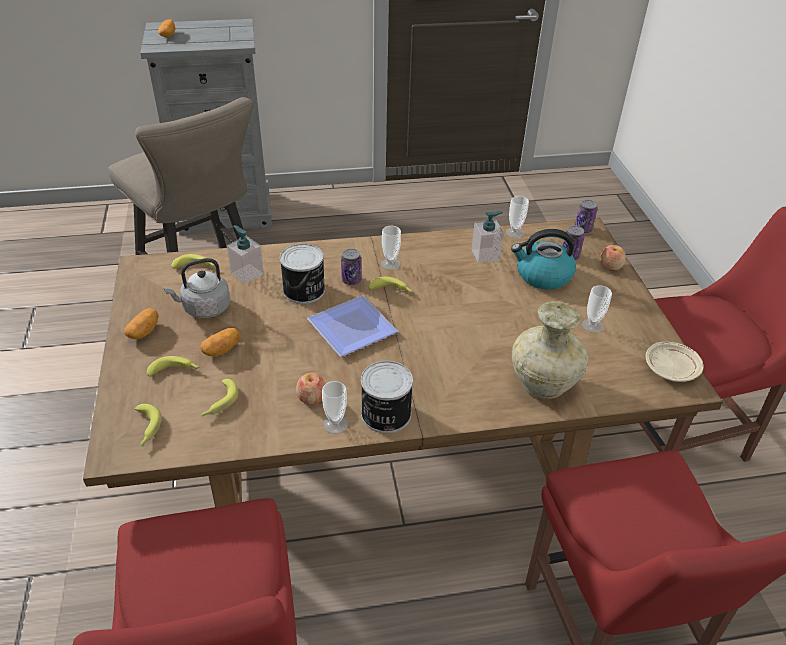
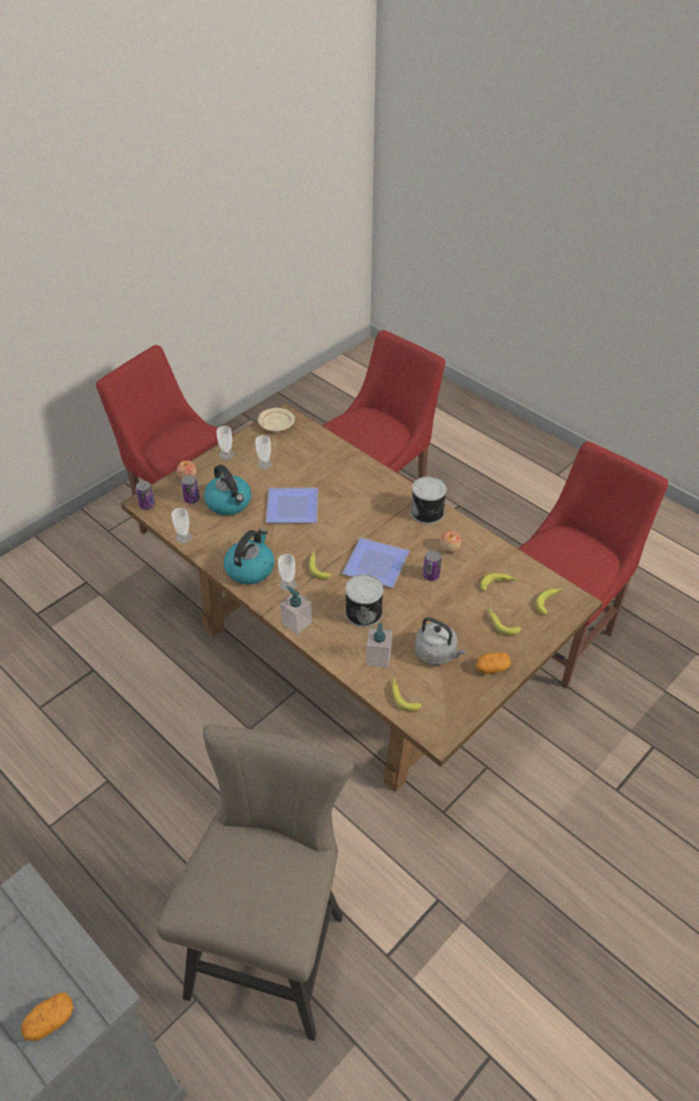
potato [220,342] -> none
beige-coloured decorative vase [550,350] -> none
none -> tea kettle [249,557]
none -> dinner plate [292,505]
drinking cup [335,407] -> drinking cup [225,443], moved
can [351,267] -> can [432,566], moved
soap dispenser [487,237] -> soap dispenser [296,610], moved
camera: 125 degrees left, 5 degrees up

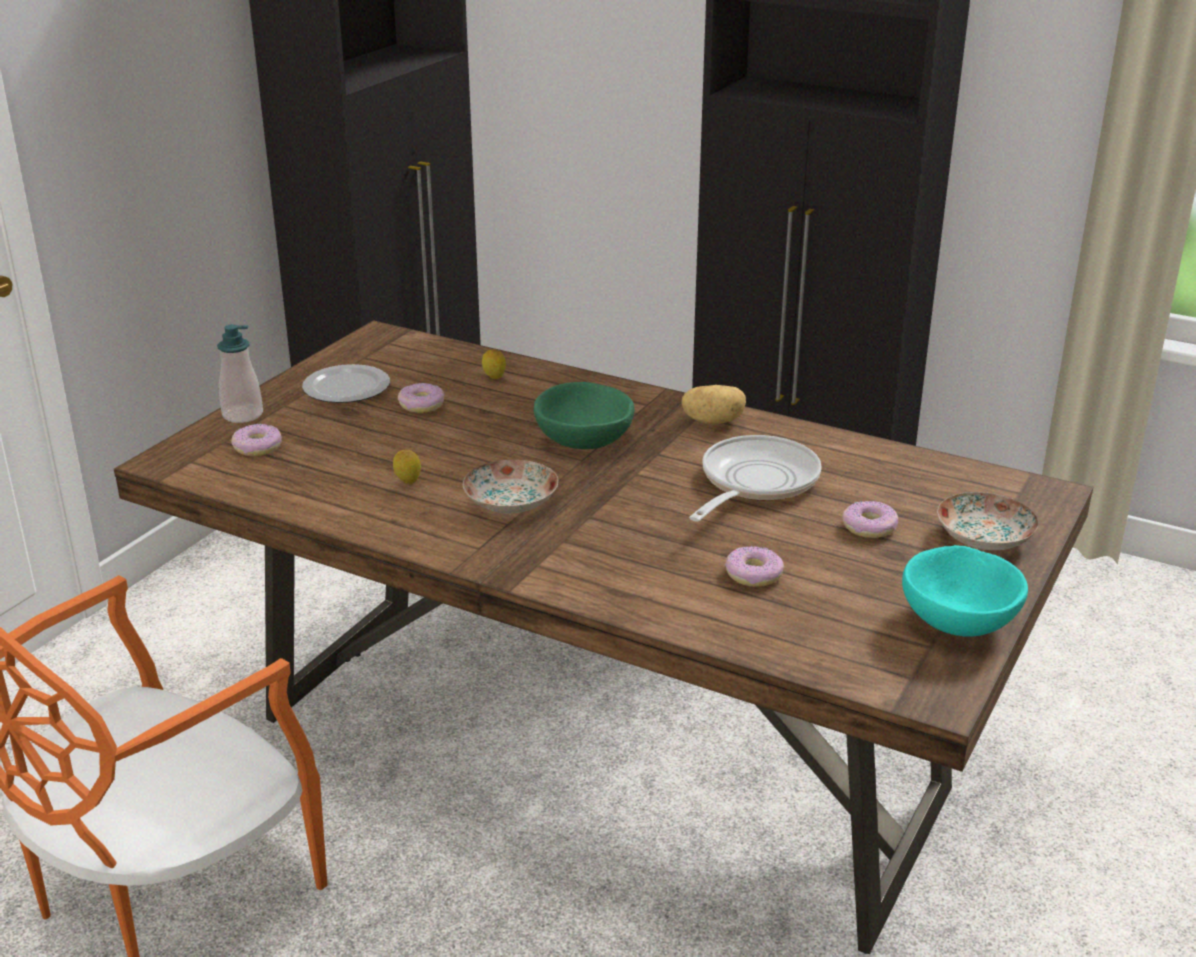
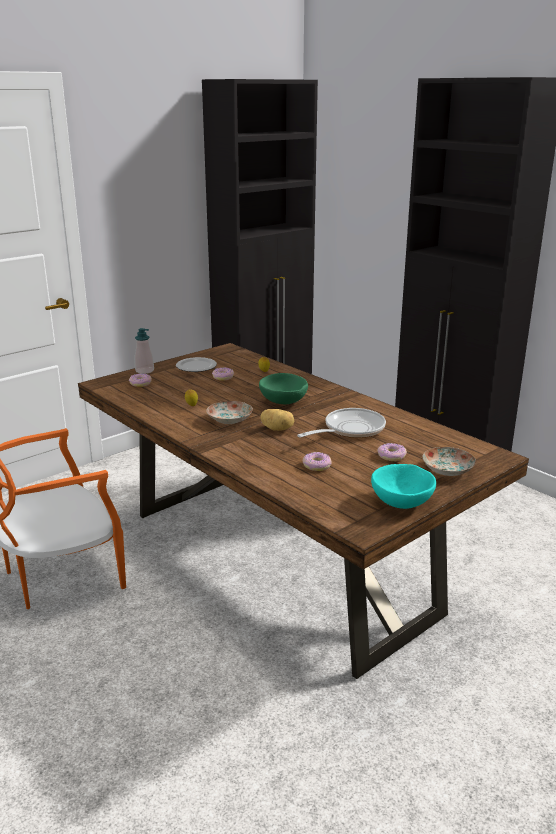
potato [713,405] -> potato [277,420], moved
camera: 20 degrees right, 5 degrees down

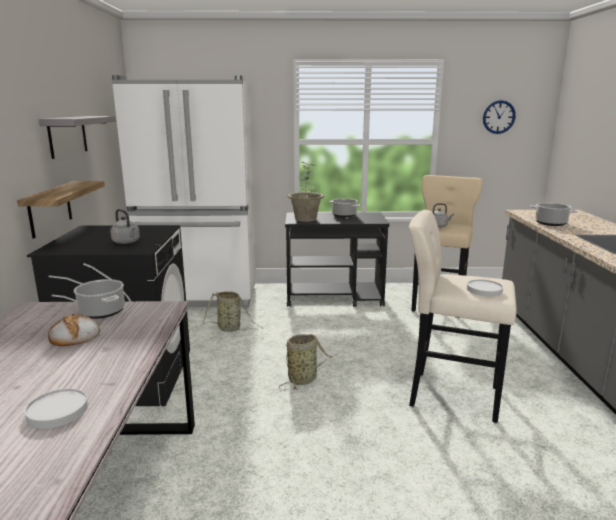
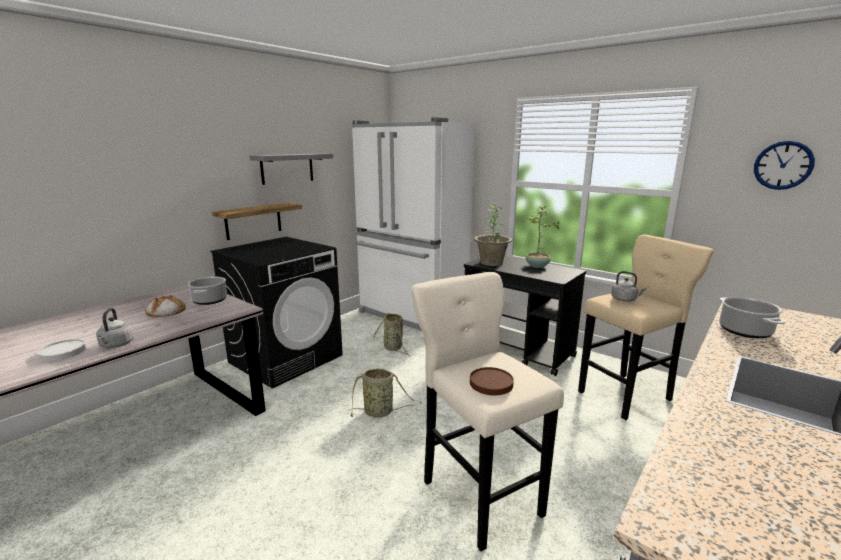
grey tea kettle [125,226] -> grey tea kettle [115,328], moved
saucepot [345,207] -> houseplant [542,236]
whitish dinner plate [485,287] -> brownish dinner plate [492,381]
camera: 40 degrees right, 0 degrees up

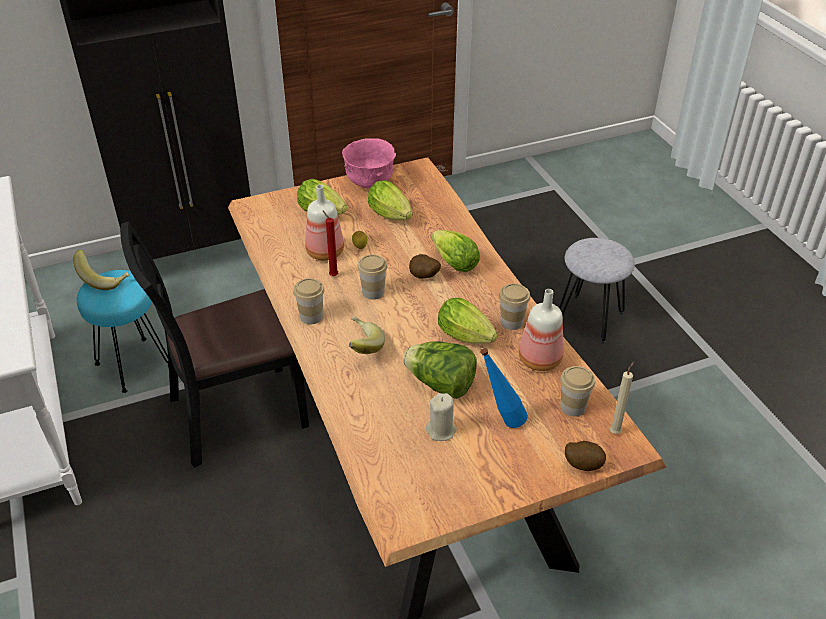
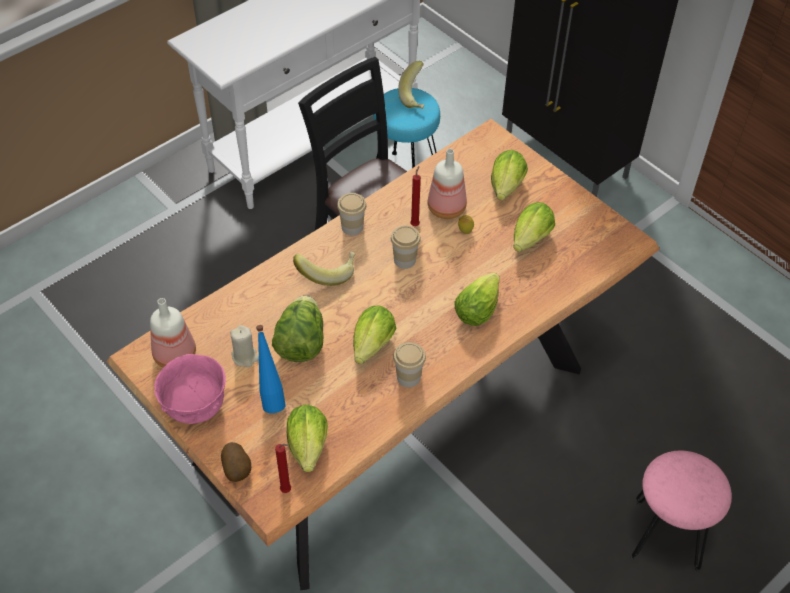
potato [425,266] -> none
pink-coloured bowl [369,163] -> pink-coloured bowl [190,389], moved
drink bottle [541,330] -> drink bottle [173,333], moved
drinking cup [577,391] -> head of lettuce [307,438]
grey sitting stool [597,291] -> pink-coloured sitting stool [681,511]
beige-coloured wax light [622,398] -> red wax light [283,468]
camera: 70 degrees right, 10 degrees up

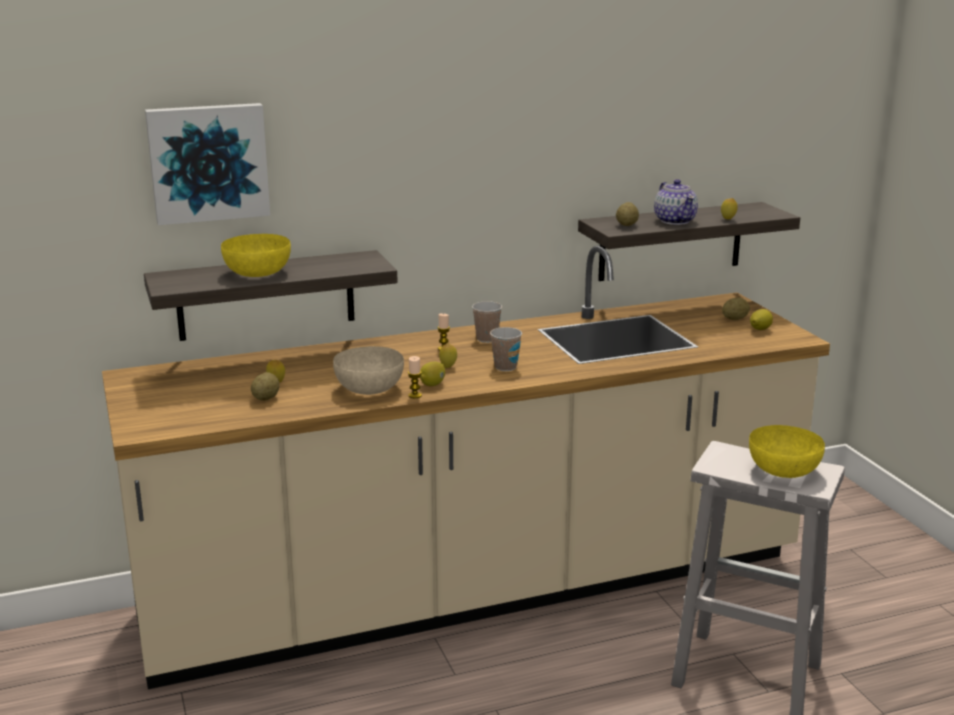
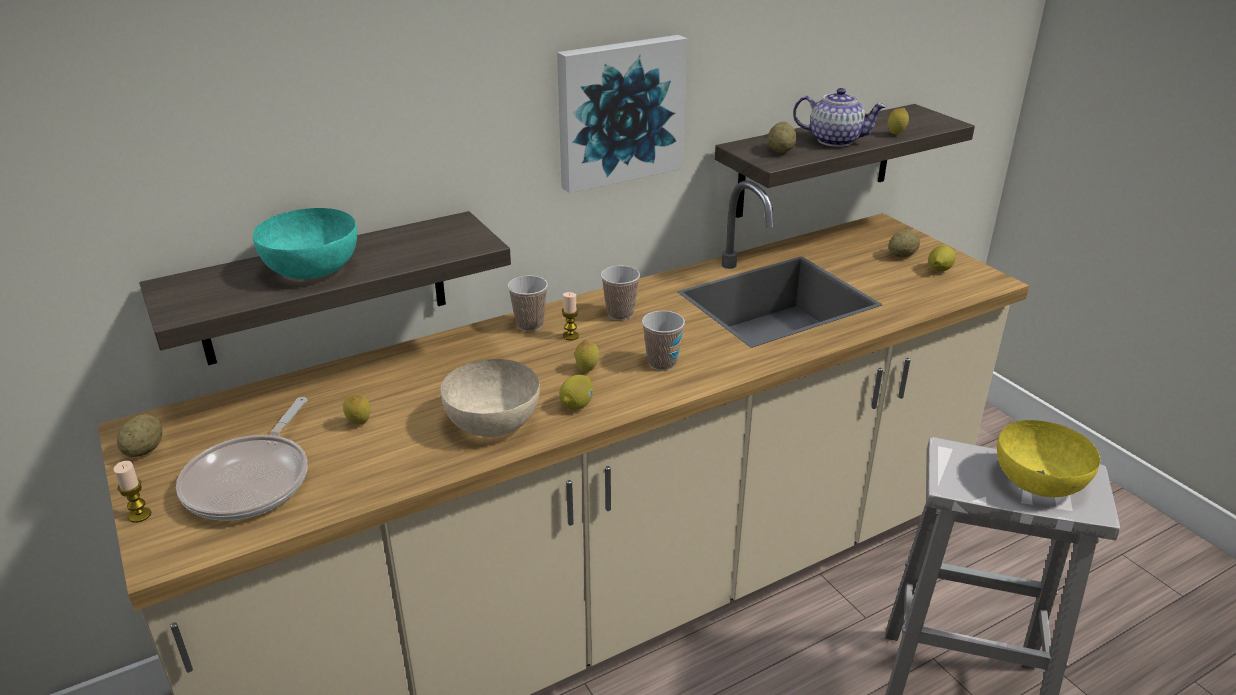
none -> pan [241,459]
none -> drinking cup [527,303]
wall art [207,164] -> wall art [622,114], moved
potato [265,386] -> potato [140,435], moved
wax light [415,377] -> wax light [132,492], moved
yellow bowl [256,255] -> turquoise-coloured bowl [305,243]
tea pot [676,202] -> tea pot [840,117], 45 degrees counterclockwise
camera: 10 degrees left, 10 degrees up

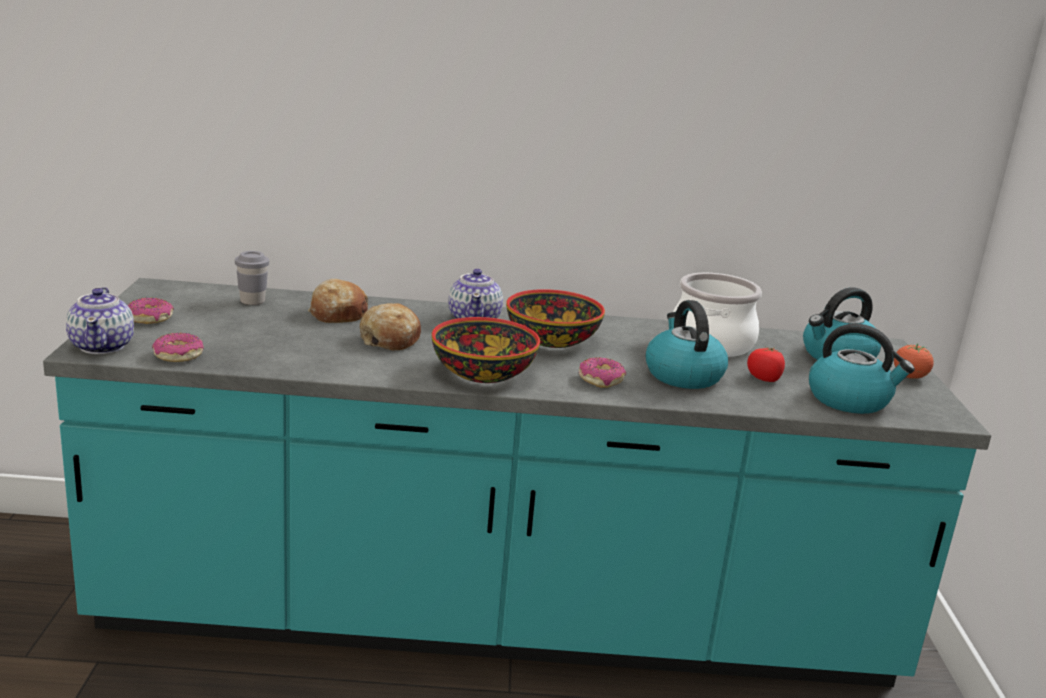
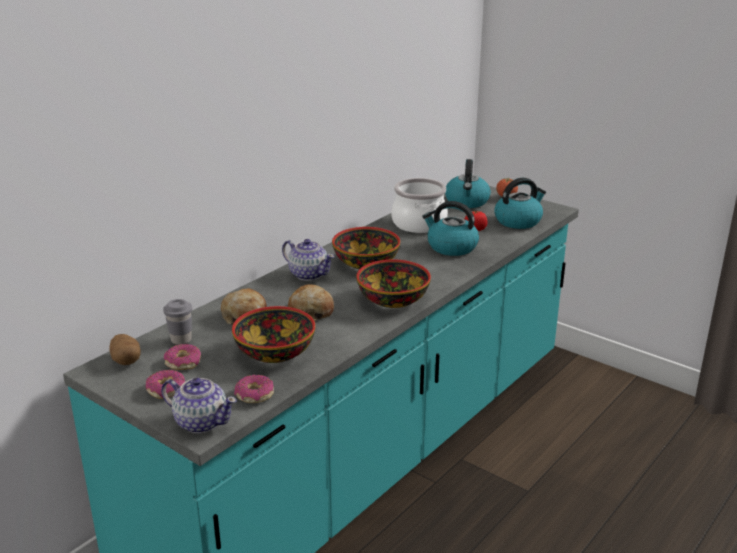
none -> potato [125,349]
none -> bowl [273,334]
donut [602,372] -> donut [182,357], moved
camera: 50 degrees left, 5 degrees up

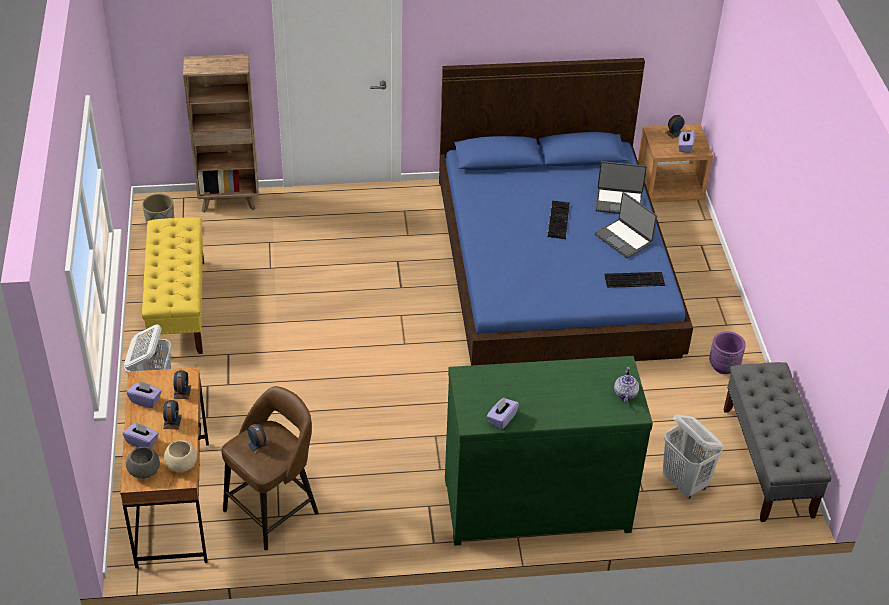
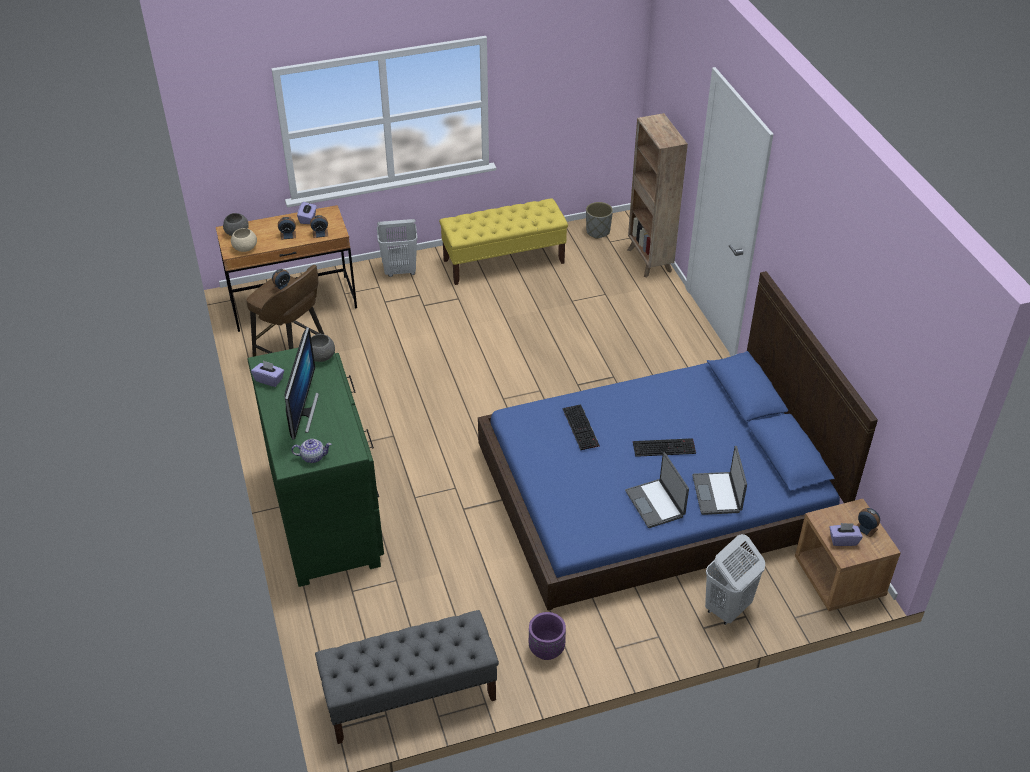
purple tissue holder [141,435] -> none
none -> computer screen [302,383]
none -> grey bowl [323,348]
PC keyboard [634,280] -> PC keyboard [581,427], moved
whitish laundry basket [693,456] -> whitish laundry basket [735,579], moved
notebook computer [625,225] -> notebook computer [657,490], 60 degrees counterclockwise
camera: 80 degrees right, 0 degrees up

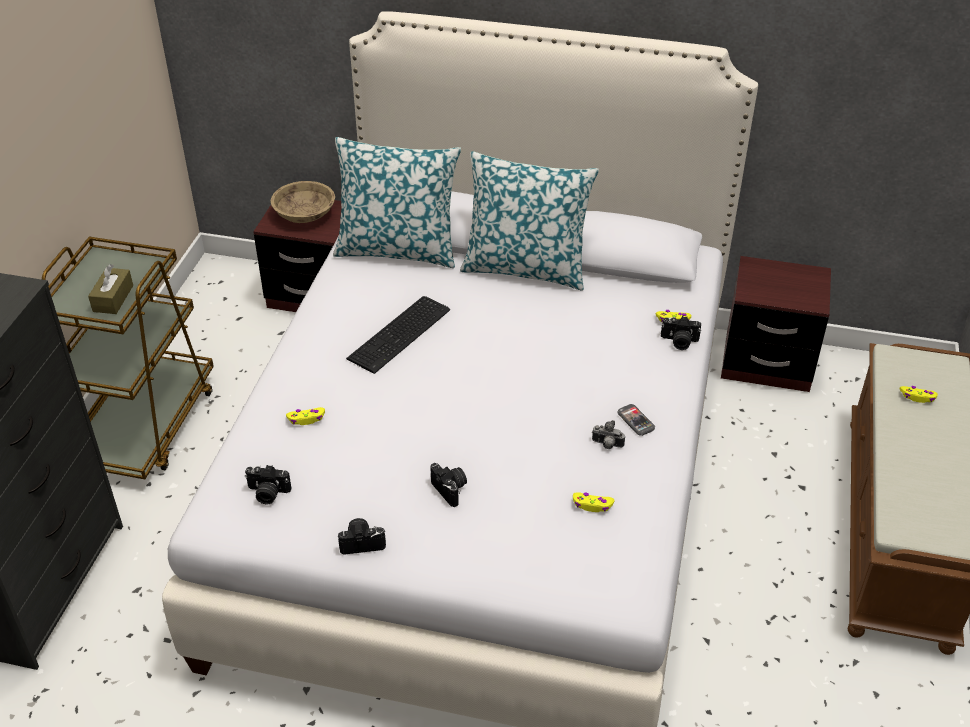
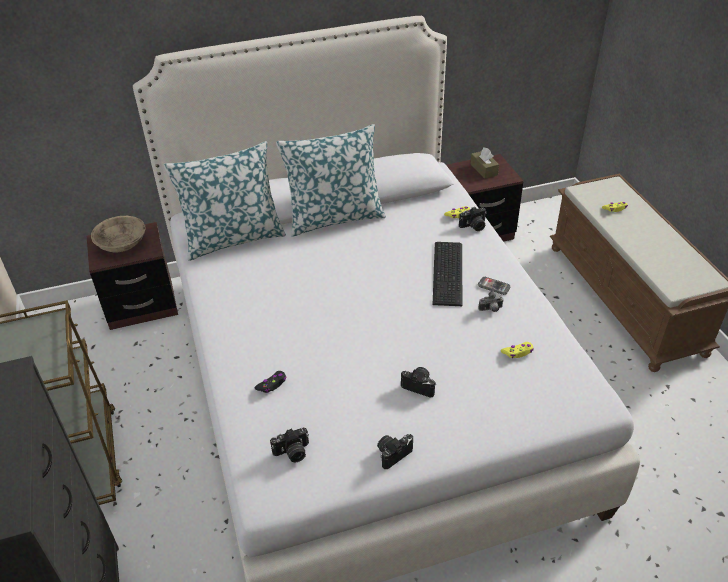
brownish tissue holder [110,289] -> brownish tissue holder [484,163], moved
PC keyboard [398,335] -> PC keyboard [447,274], moved
yellow joypad [305,416] -> black joypad [270,382]
camera: 30 degrees left, 0 degrees up

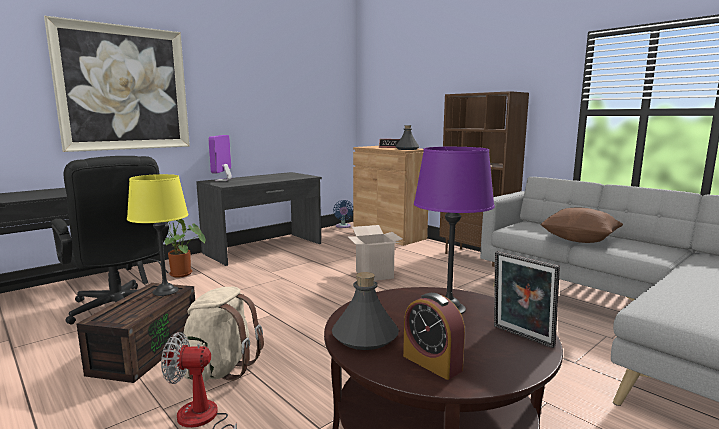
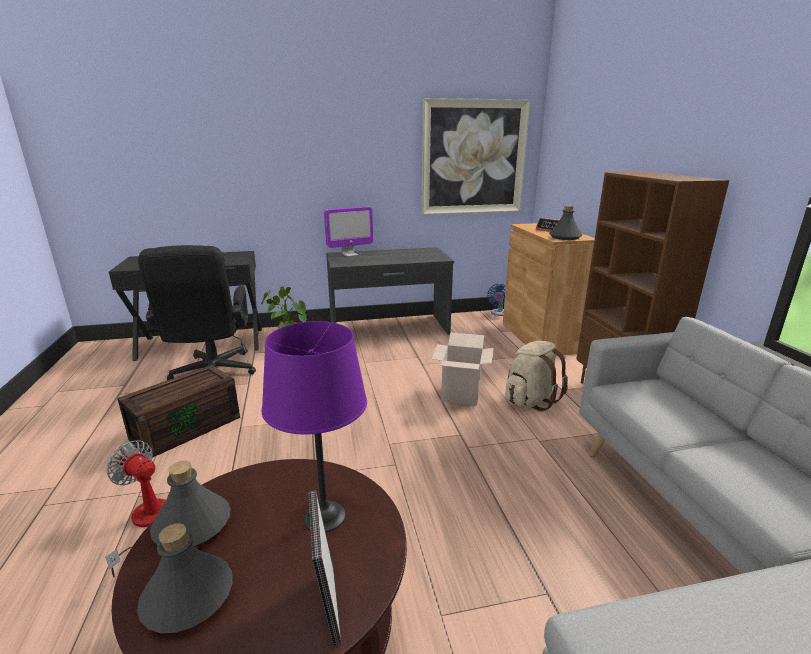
yellow table lamp [158,235] -> none
brownish throw pillow [581,225] -> none
wall art [117,84] -> wall art [475,156], moved
beige-coloured rucksack [223,334] -> beige-coloured rucksack [536,376], moved
table clock [434,336] -> grey drink bottle [185,578]
computer screen [220,158] -> computer screen [348,231], 150 degrees counterclockwise
camera: 30 degrees right, 10 degrees up

